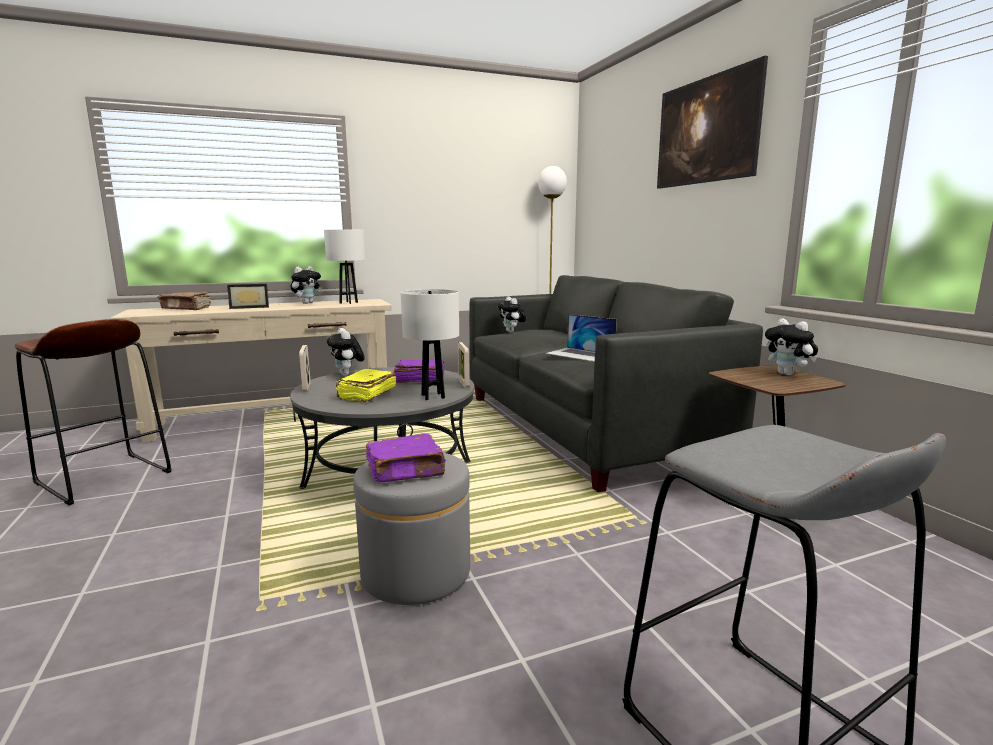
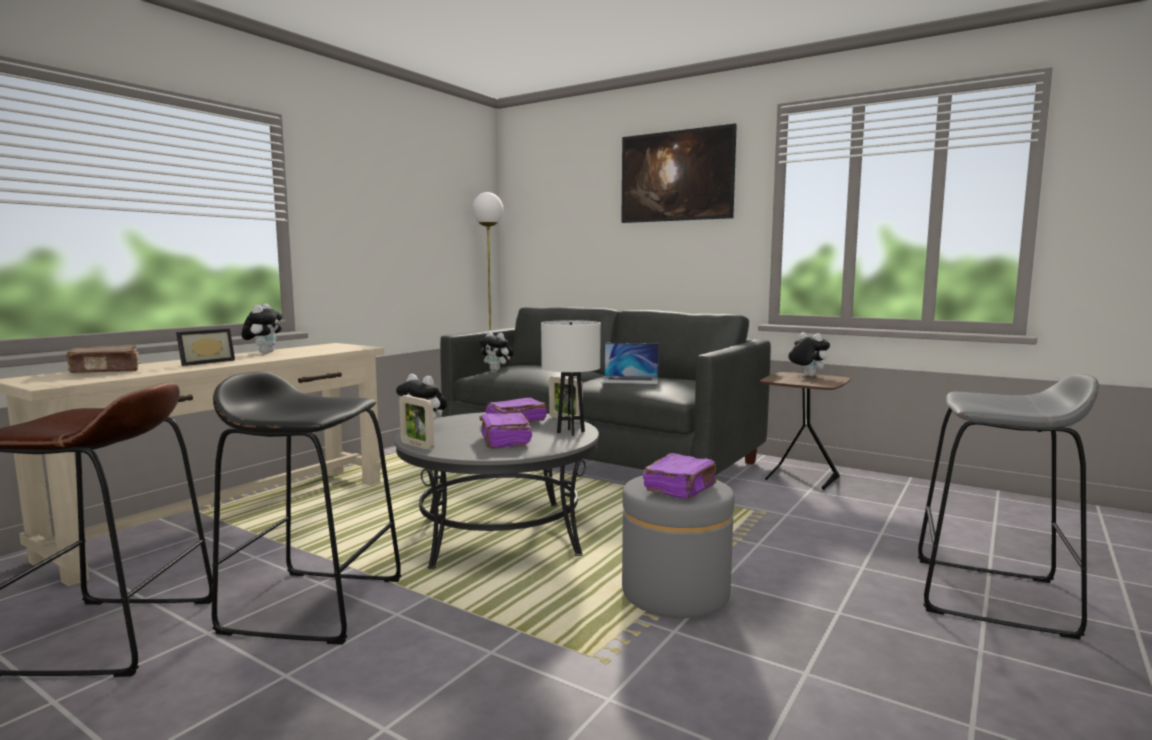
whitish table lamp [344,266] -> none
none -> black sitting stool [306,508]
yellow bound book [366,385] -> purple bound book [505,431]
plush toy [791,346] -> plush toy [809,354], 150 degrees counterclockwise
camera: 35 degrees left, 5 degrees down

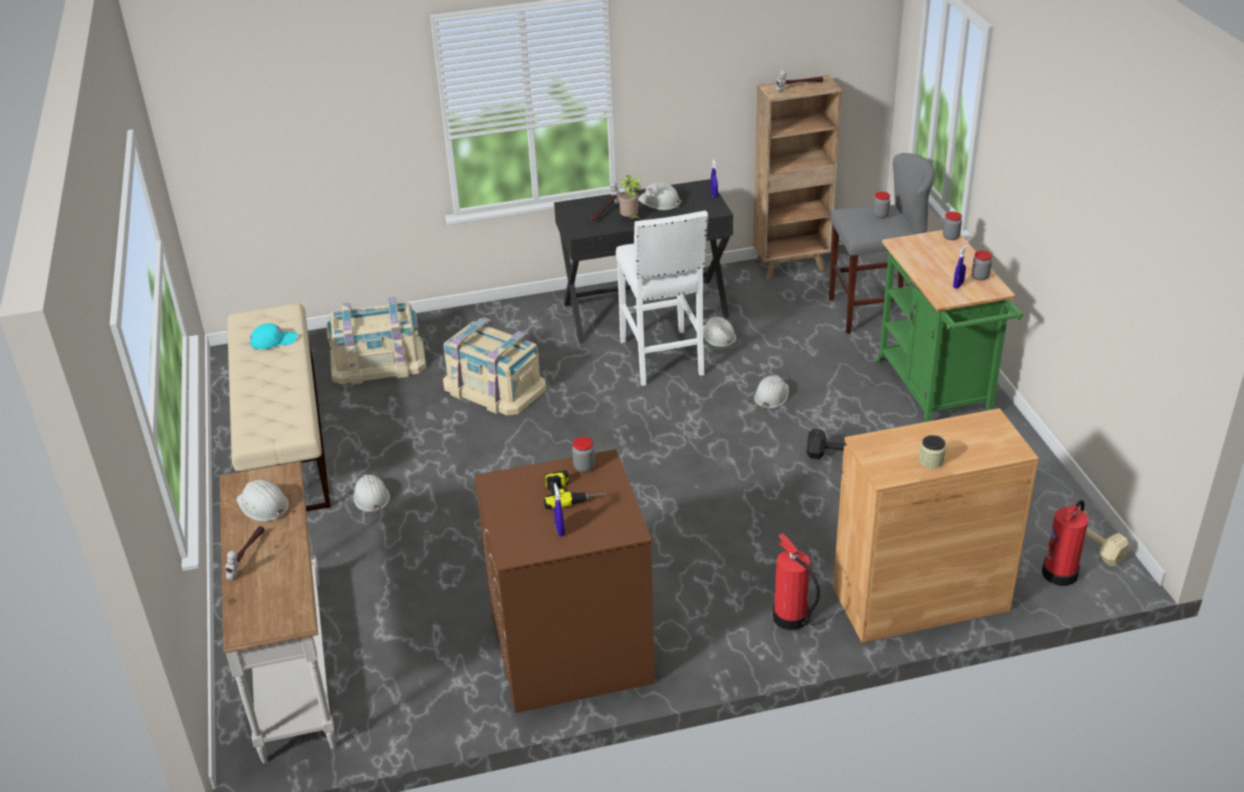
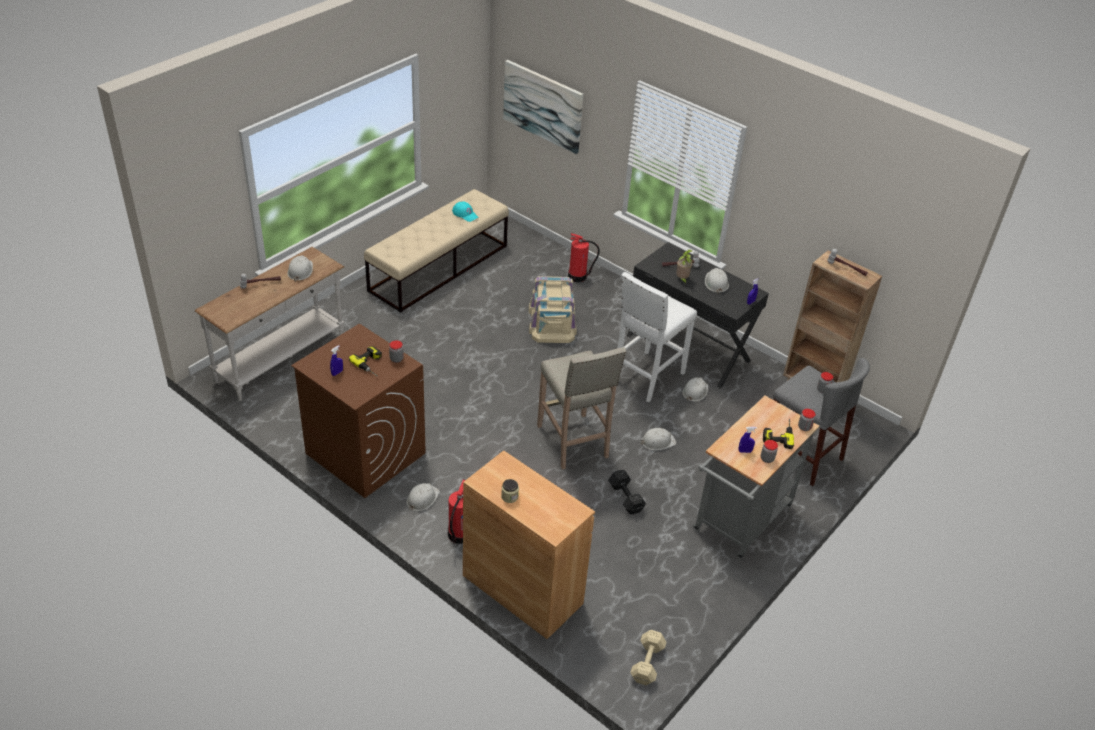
beige-coloured storage bin [376,341] -> none
none -> wall art [543,107]
none -> beige-coloured sitting stool [581,408]
none -> power drill [778,434]
whitish hard hat [371,493] -> whitish hard hat [423,497], moved
extinguisher [1065,543] -> extinguisher [584,257], moved
greenish trolley [949,326] -> grey trolley [756,477]
camera: 50 degrees right, 5 degrees up

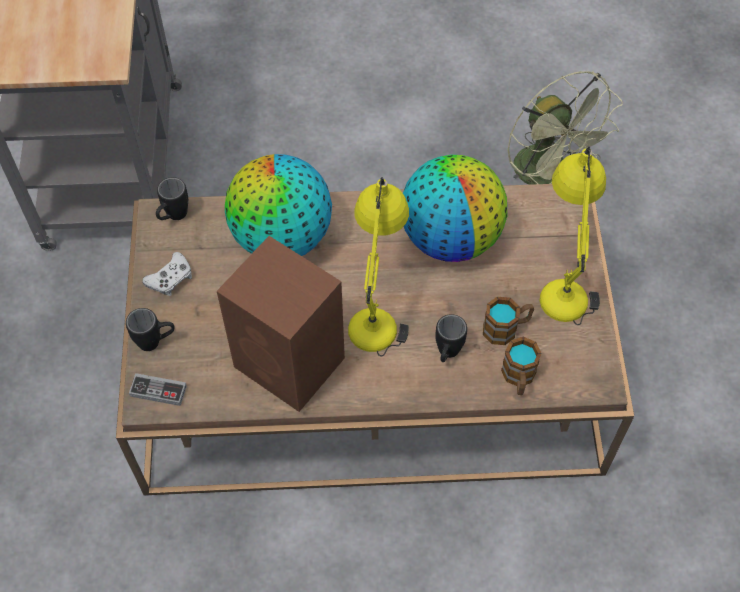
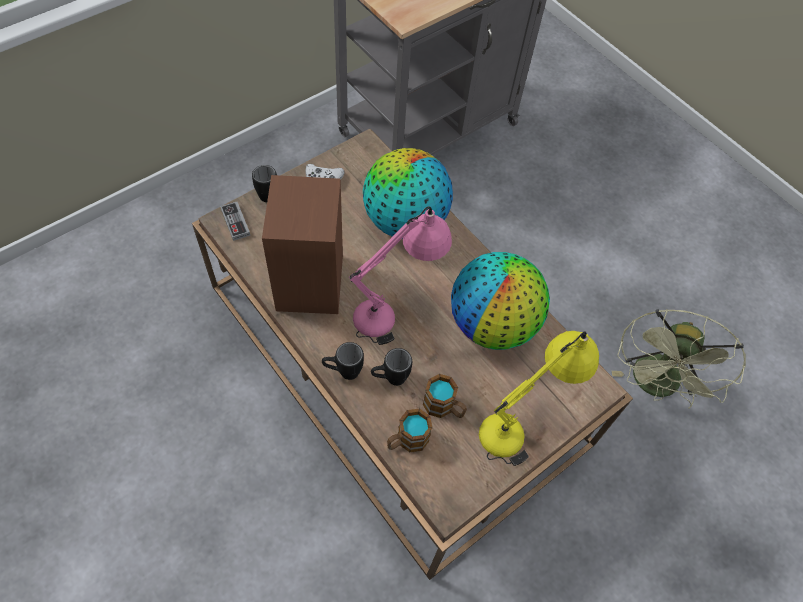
black mug [172,198] -> black mug [343,361], moved
yellow table lamp [378,267] -> pink-coloured table lamp [400,275]
camera: 50 degrees right, 0 degrees up

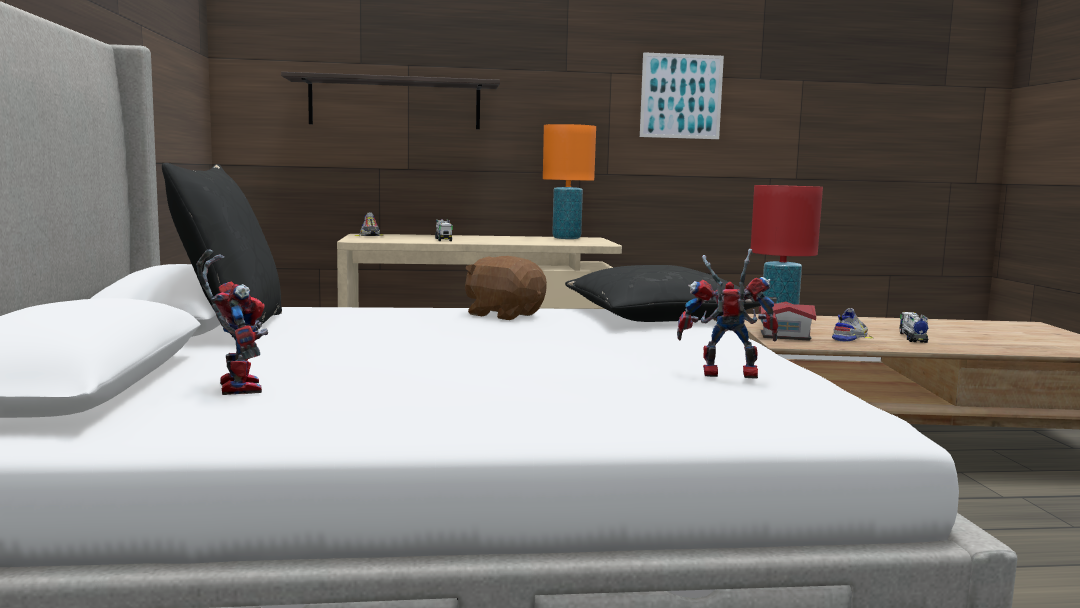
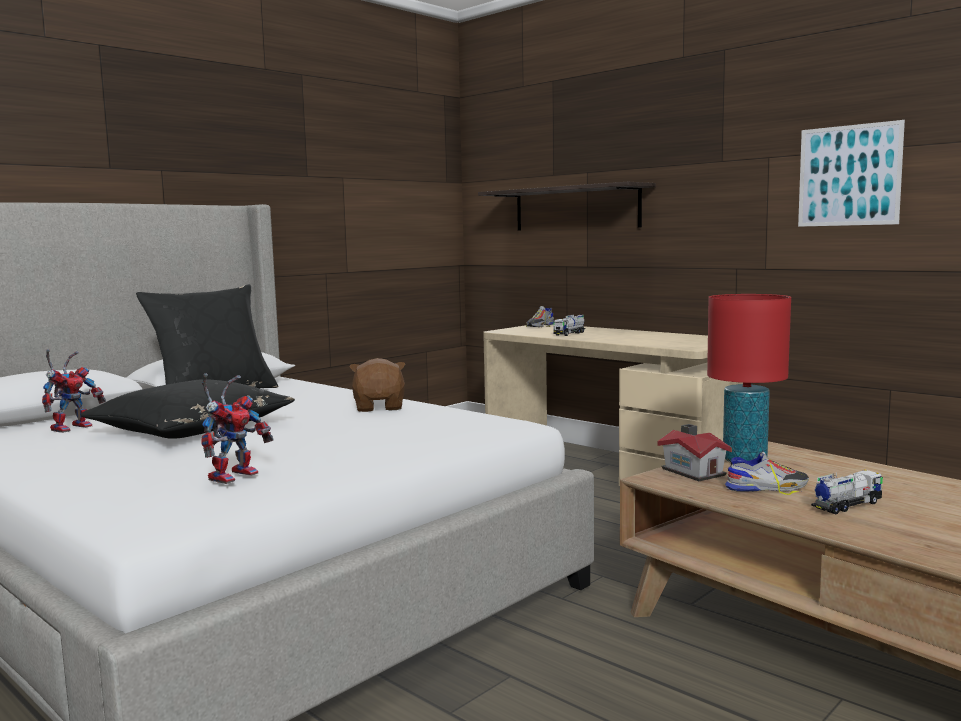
orange table lamp [569,181] -> none
black throw pillow [663,293] -> black throw pillow [187,409], moved
robot figure [727,314] -> robot figure [238,428], 60 degrees clockwise
camera: 50 degrees right, 0 degrees up

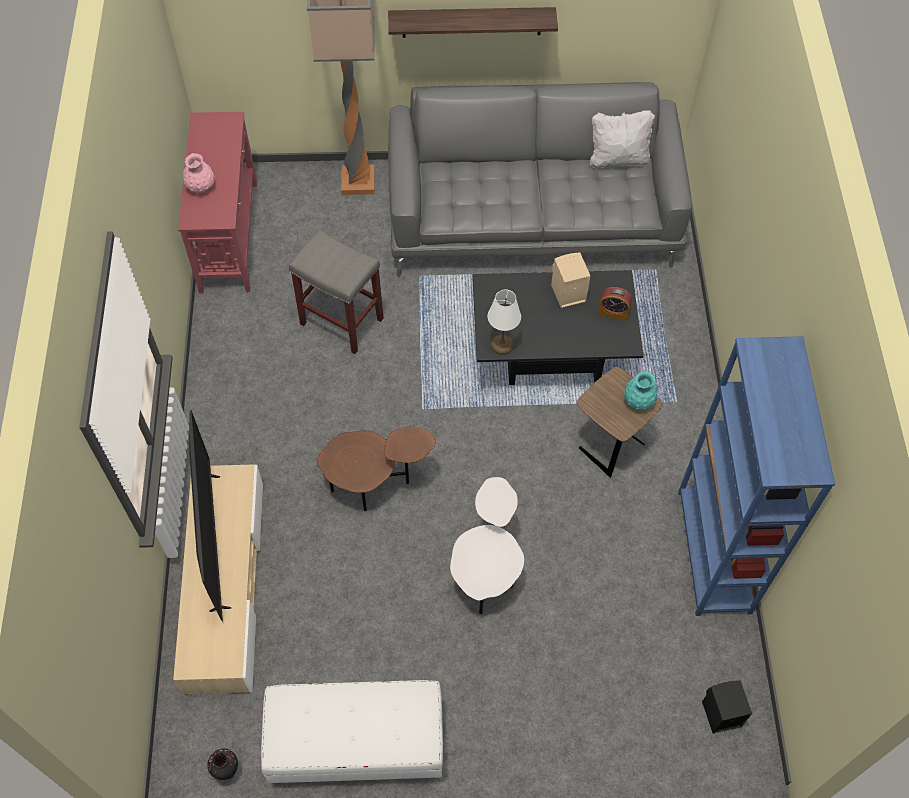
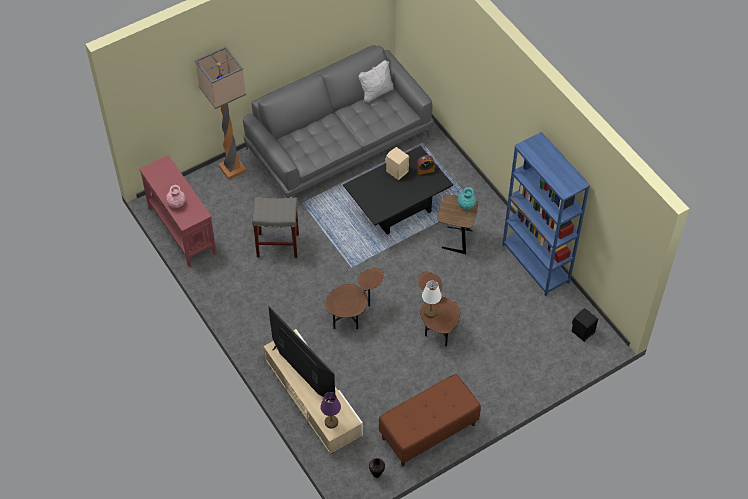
bracket shelf [473,22] -> none
none -> purple table lamp [330,410]
whitish table lamp [504,322] -> whitish table lamp [432,299], moved
whitish indoor bench [352,731] -> brownish indoor bench [430,420]
whitish accent table [487,545] -> brownish accent table [439,309]
camera: 30 degrees left, 5 degrees down

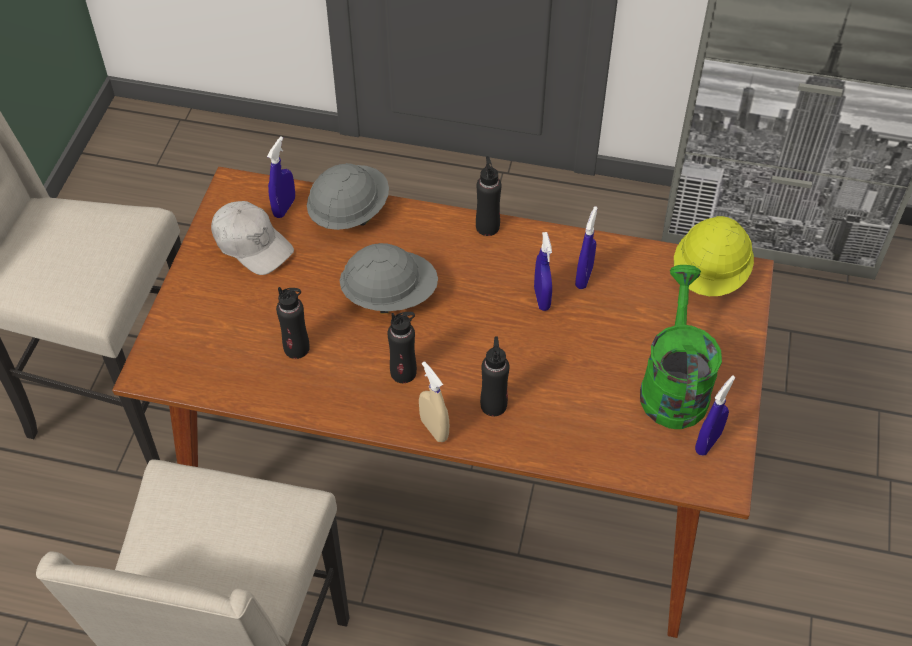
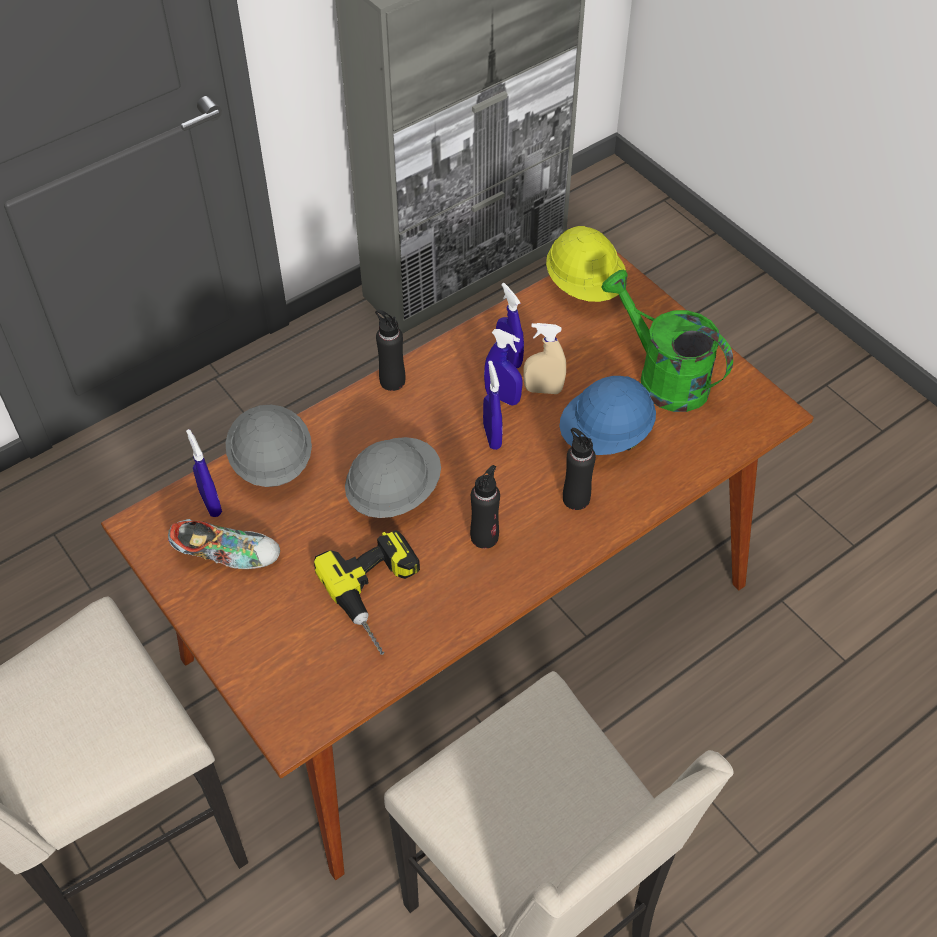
none -> blue-coloured hard hat [607,415]
beige-coloured sprayer [434,401] -> beige-coloured sprayer [545,358], moved
blue-coloured sprayer [715,415] -> blue-coloured sprayer [493,405], moved
whitish peaked cap [252,238] -> item of footwear [224,544]
black drink bottle [293,323] -> power drill [367,592]
camera: 50 degrees left, 0 degrees up

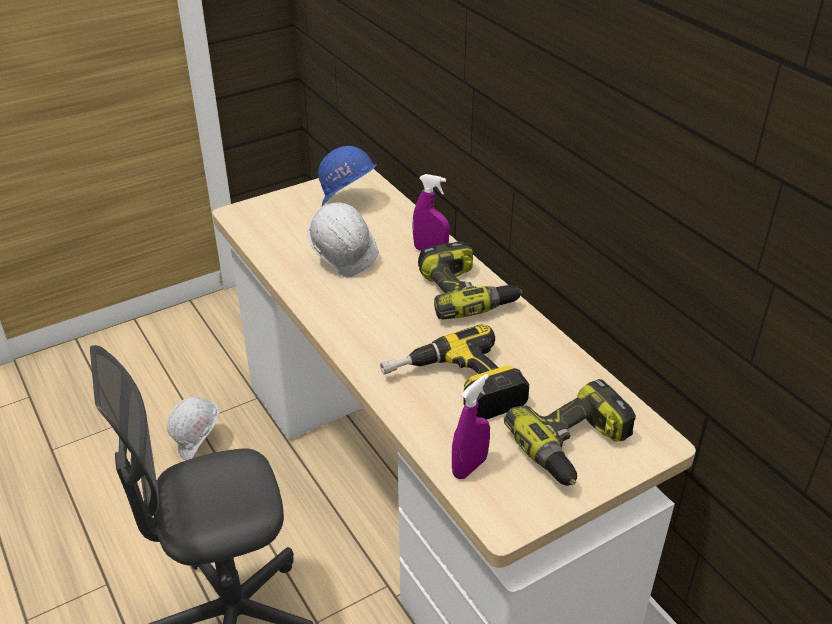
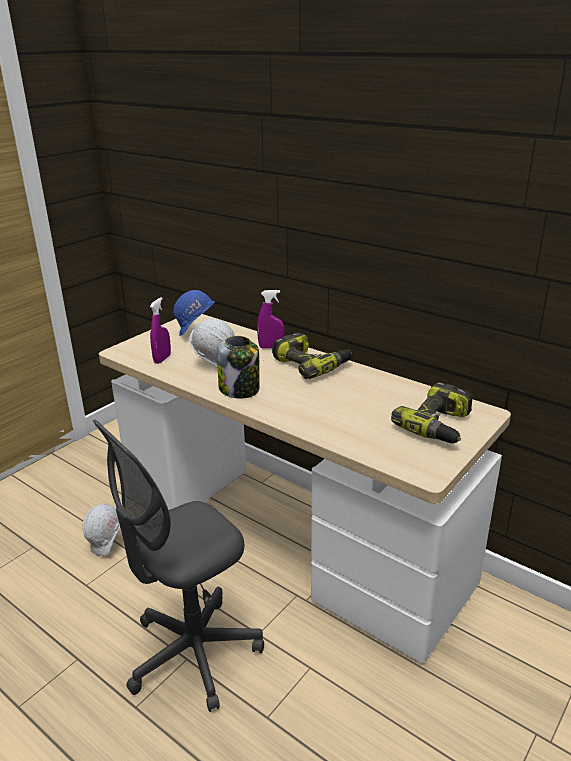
power drill [454,372] -> none
none -> jar [238,367]
purple sprayer [471,426] -> purple sprayer [160,330], moved
camera: 20 degrees left, 10 degrees down

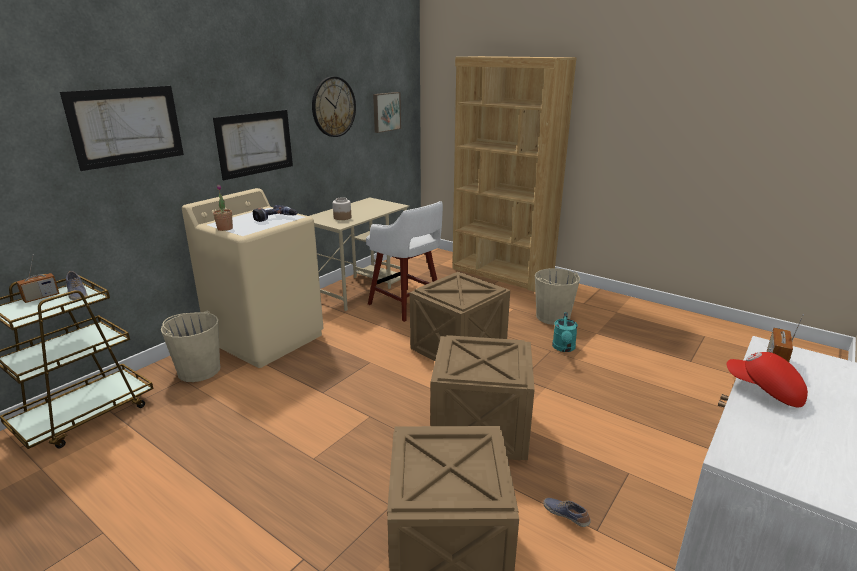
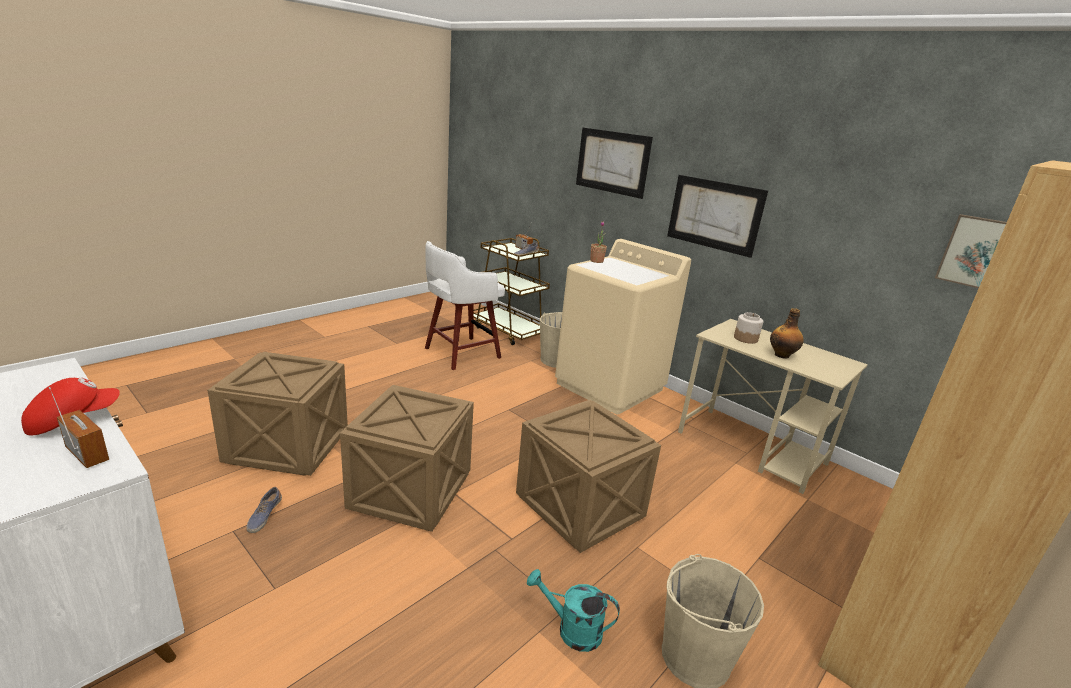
power drill [275,213] -> none
hanging clock [334,107] -> none
none -> drink bottle [787,333]
whitish sitting stool [404,261] -> whitish sitting stool [465,305], moved
item of footwear [567,512] -> item of footwear [264,510], 135 degrees clockwise
camera: 95 degrees right, 0 degrees up

